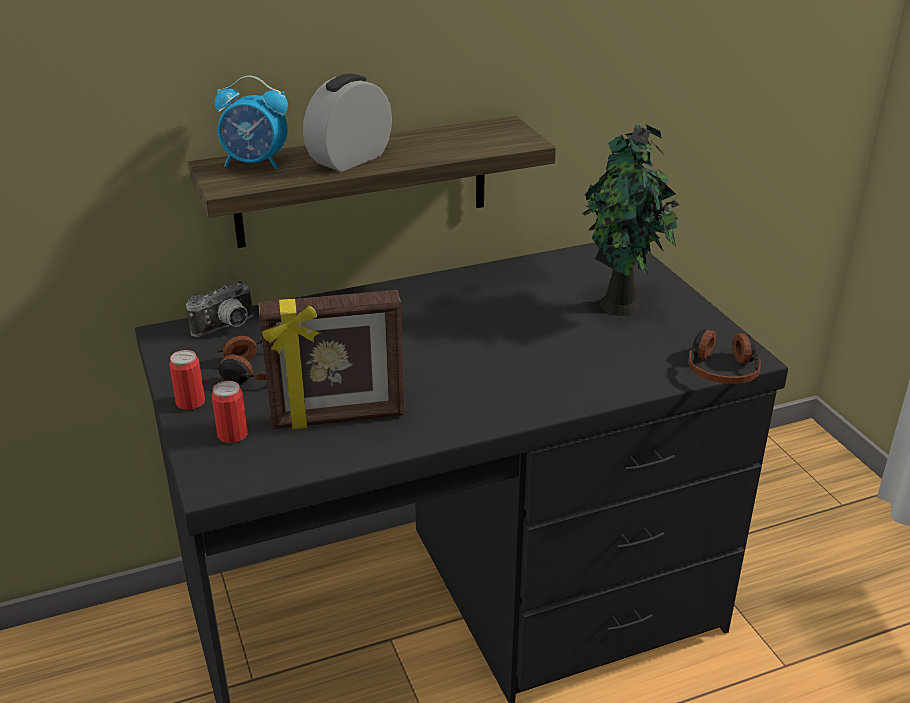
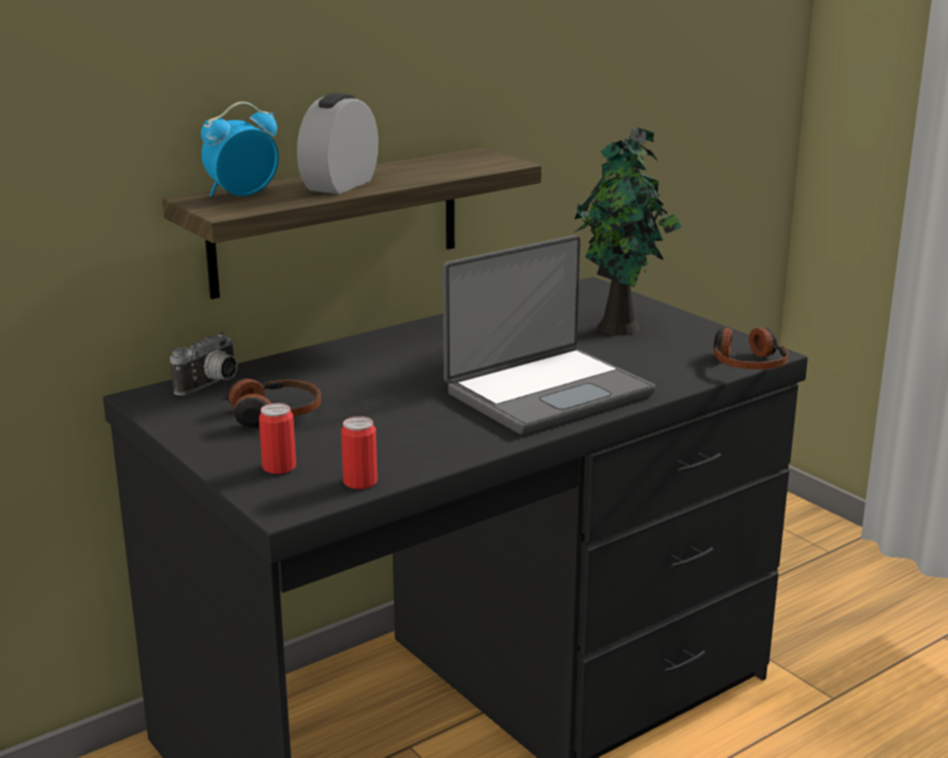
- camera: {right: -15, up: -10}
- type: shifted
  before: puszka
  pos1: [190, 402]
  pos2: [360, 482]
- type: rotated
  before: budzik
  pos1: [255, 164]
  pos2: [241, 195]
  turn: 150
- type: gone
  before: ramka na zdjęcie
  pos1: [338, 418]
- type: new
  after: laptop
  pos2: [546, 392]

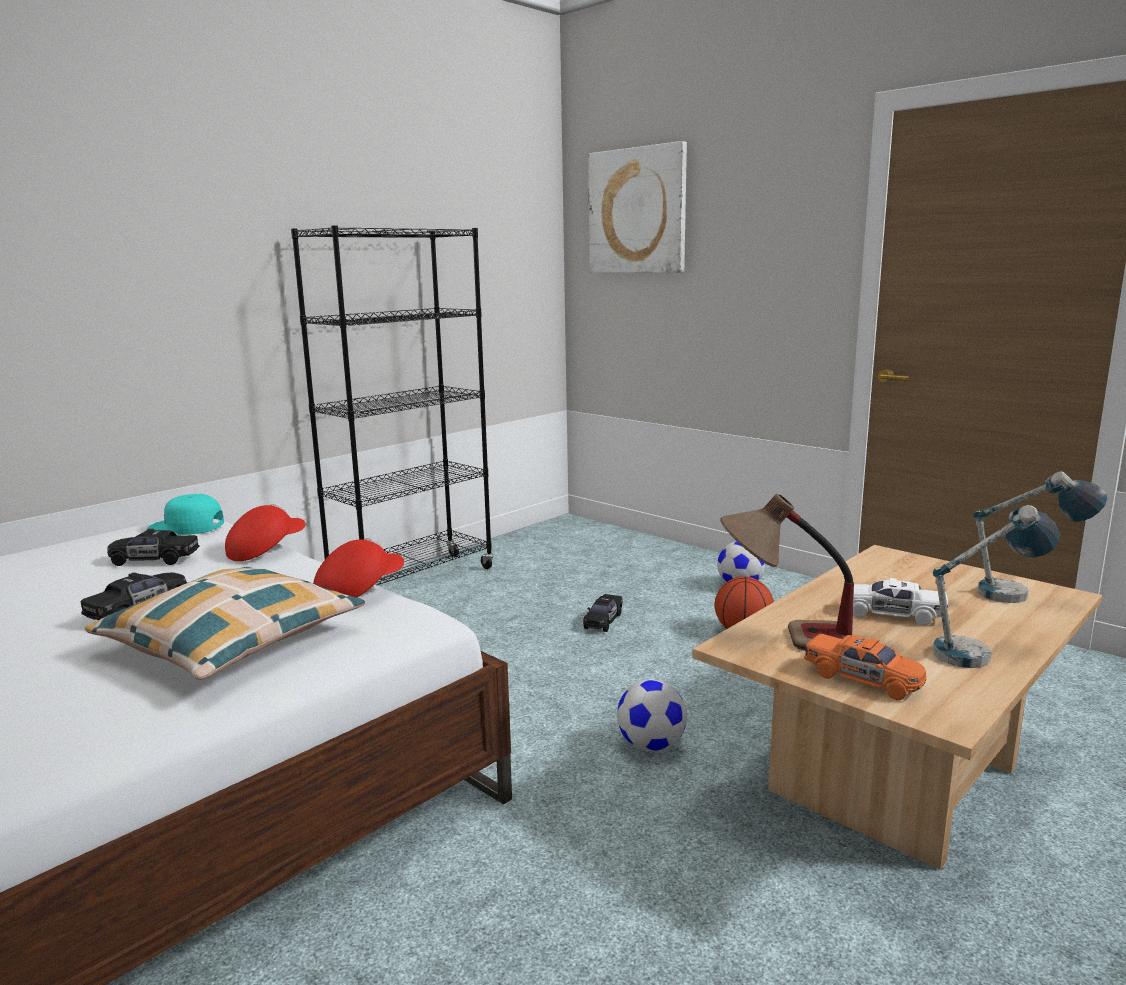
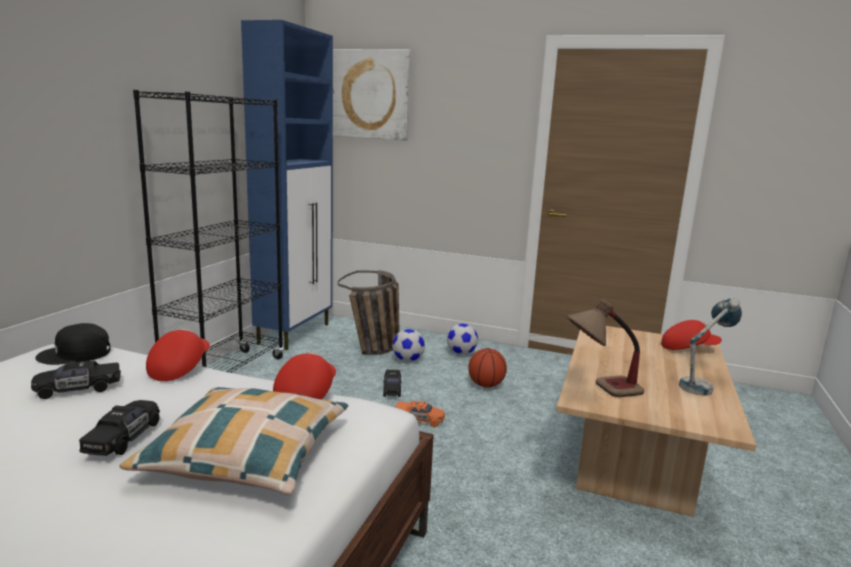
- camera: {right: -25, up: 0}
- type: repainted
  before: czapka z daszkiem/turkusowy
  after: czapka z daszkiem/czarny
  pos1: [186, 527]
  pos2: [75, 354]
- type: shifted
  before: piłka futbolowa
  pos1: [651, 745]
  pos2: [408, 360]
- type: shifted
  before: samochodzik/pomarańczowy
  pos1: [863, 679]
  pos2: [419, 420]
- type: gone
  before: samochodzik/biały
  pos1: [893, 614]
- type: swapped
  before: lampa stołowa
  after: czapka z daszkiem/czerwony
  pos1: [1024, 598]
  pos2: [688, 348]
- type: new
  after: szafka/niebieski
  pos2: [295, 333]
- type: new
  after: koszyk
  pos2: [375, 350]

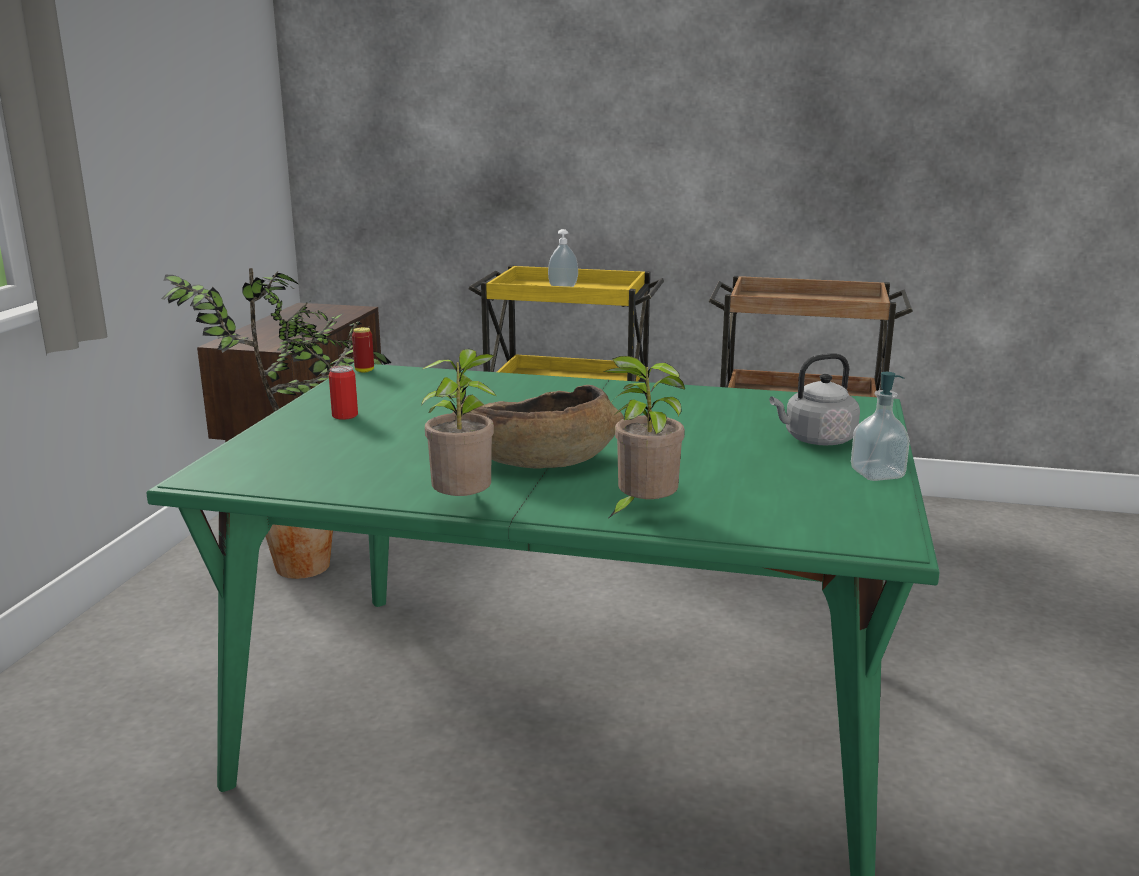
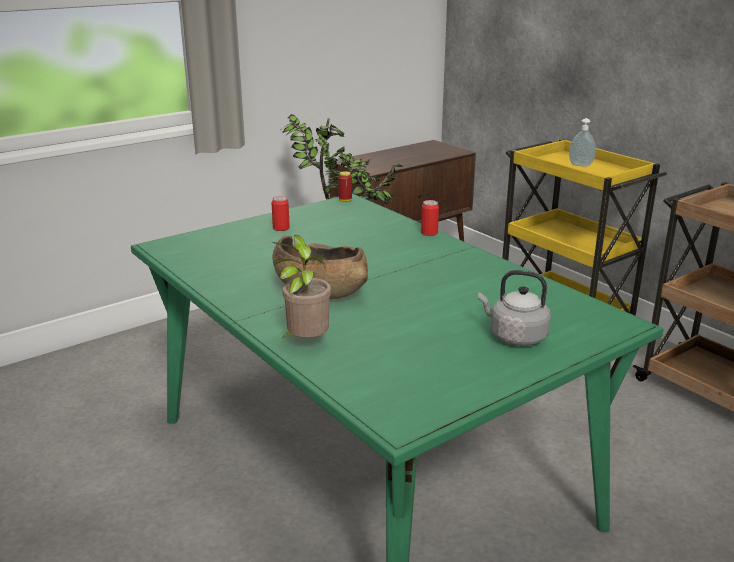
- camera: {right: 40, up: 5}
- type: gone
  before: roślina doniczkowa
  pos1: [464, 506]
- type: gone
  before: dozownik mydła
  pos1: [877, 474]
- type: new
  after: puszka
  pos2: [429, 233]

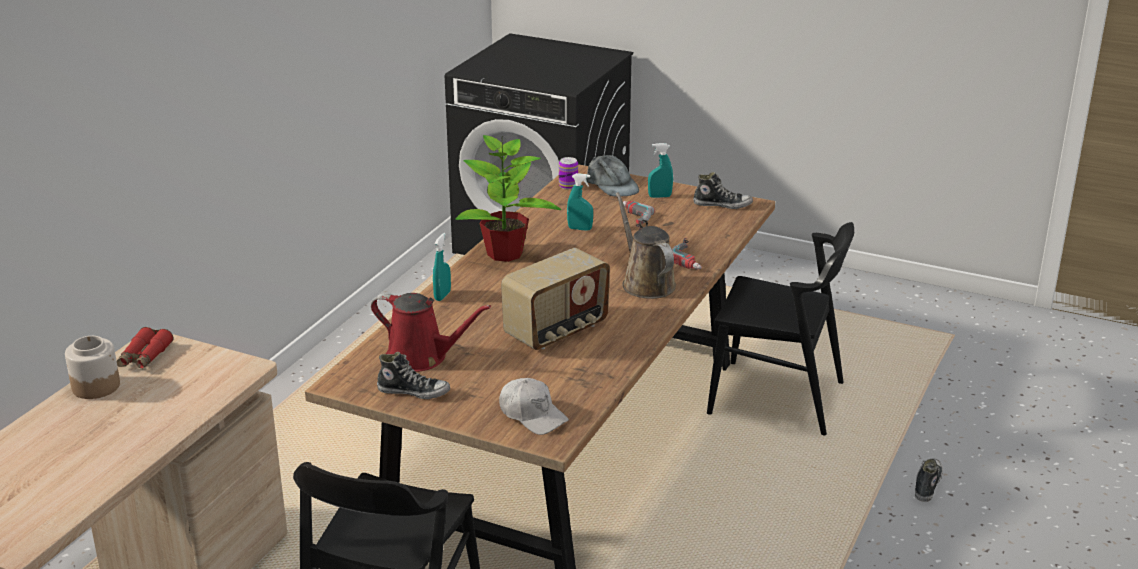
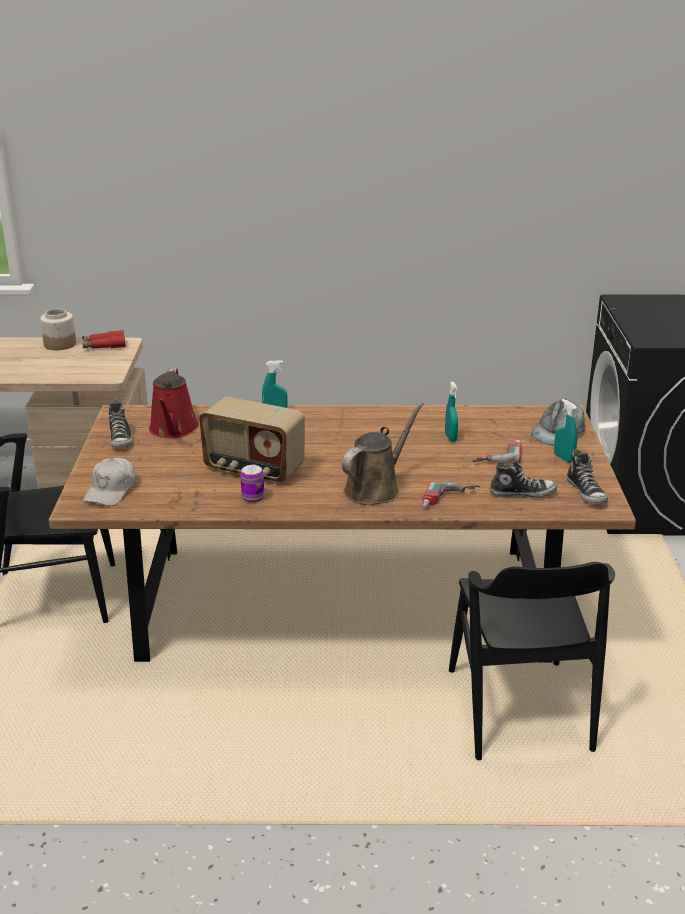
- camera: {right: 65, up: 0}
- type: gone
  before: roślina doniczkowa
  pos1: [505, 254]
- type: shifted
  before: puszka
  pos1: [568, 185]
  pos2: [253, 498]
- type: shifted
  before: but
  pos1: [927, 484]
  pos2: [522, 493]

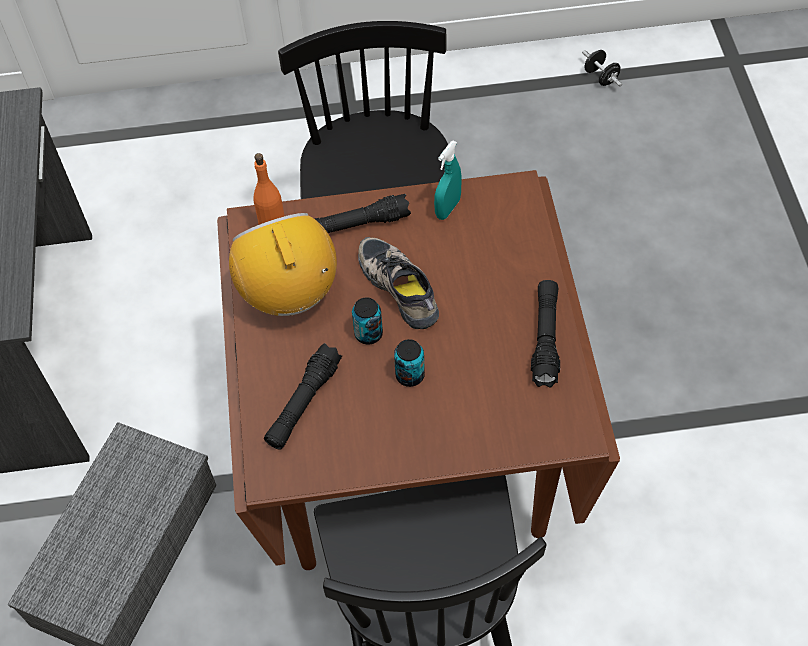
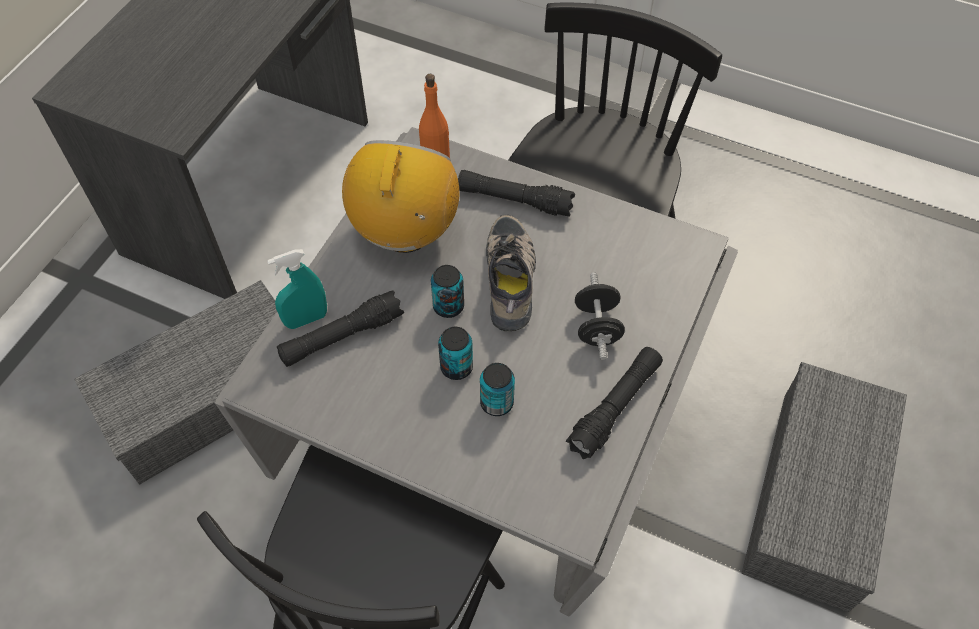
- camera: {right: 30, up: 0}
- type: repainted
  before: stół jadalny/brązowy
  after: stół jadalny/szary
  pos1: [412, 468]
  pos2: [488, 465]
- type: shifted
  before: spryskiwacz/turkusowy
  pos1: [447, 208]
  pos2: [306, 319]
- type: shifted
  before: hantel/czarny
  pos1: [601, 77]
  pos2: [597, 327]
- type: new
  after: puszka
  pos2: [496, 402]
- type: new
  after: pojemnik do przechowywania/szary
  pos2: [816, 500]

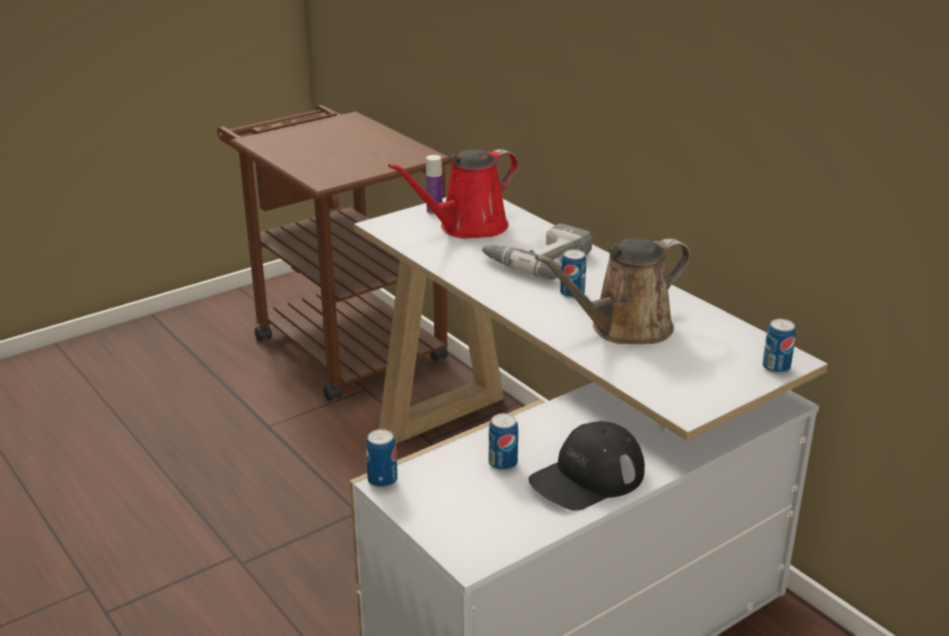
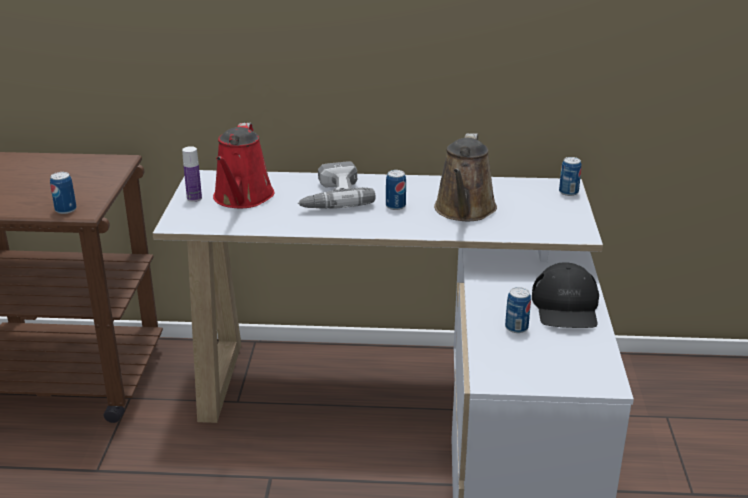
- camera: {right: -50, up: 0}
- type: shifted
  before: puszka
  pos1: [382, 480]
  pos2: [66, 210]

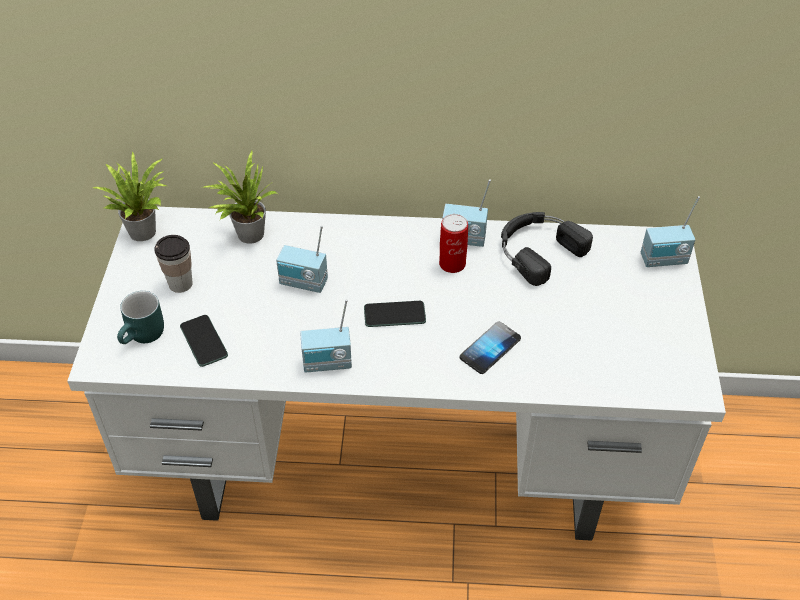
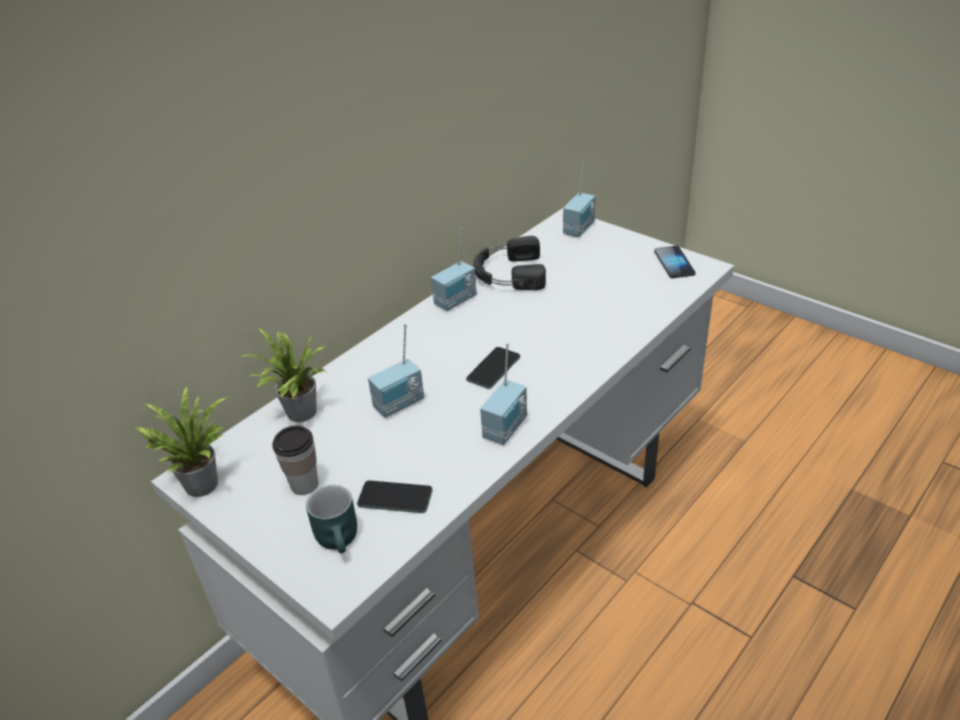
- camera: {right: -50, up: -10}
- type: gone
  before: puszka
  pos1: [452, 264]
- type: shifted
  before: telefon
  pos1: [490, 349]
  pos2: [674, 263]

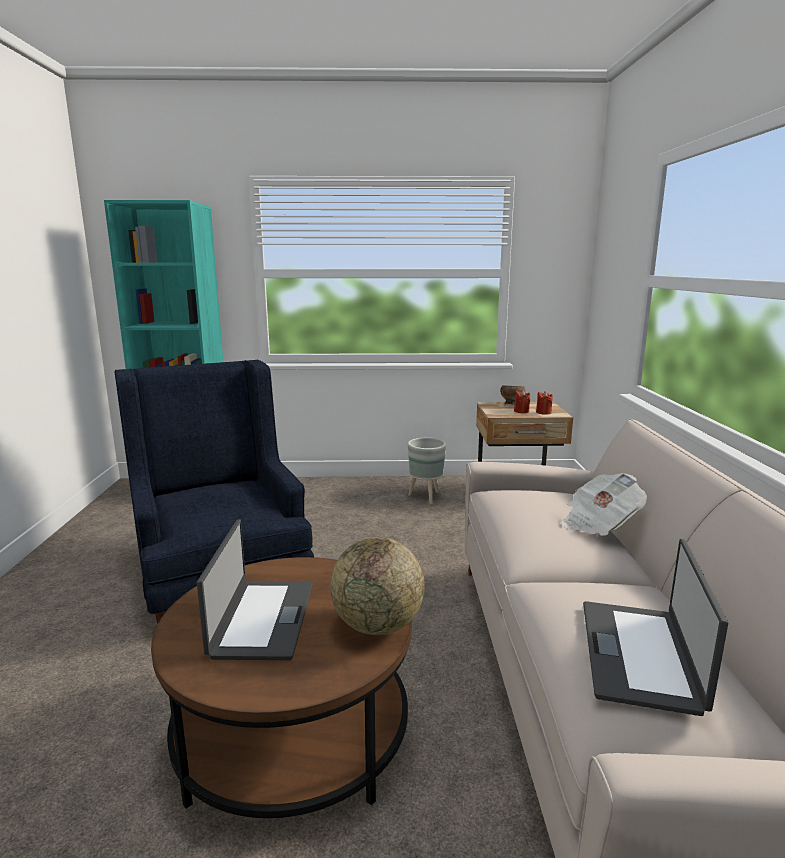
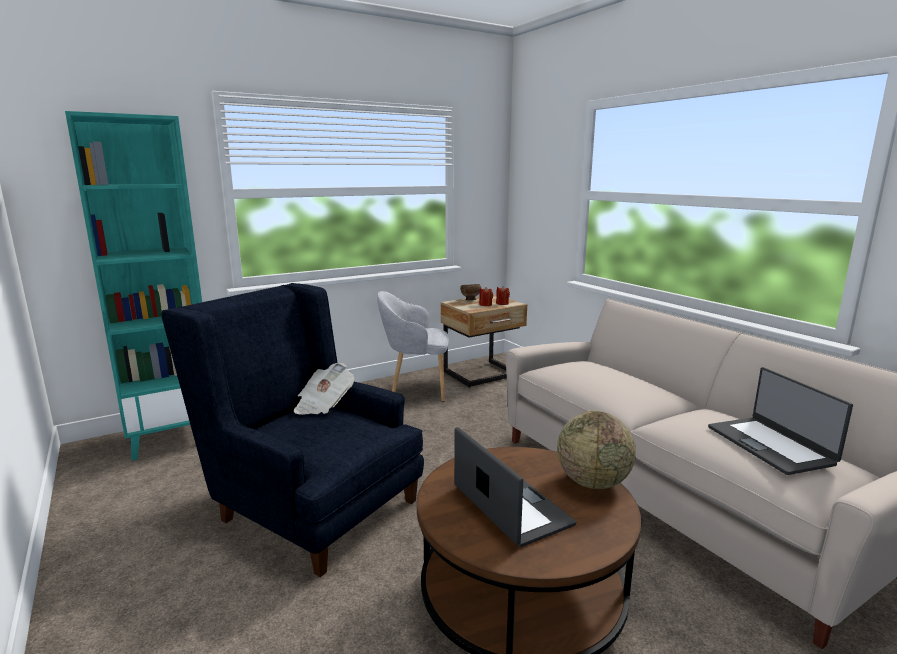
- camera: {right: -30, up: 0}
- type: swapped
  before: donica/szary
  after: fotel/szary
  pos1: [425, 496]
  pos2: [415, 392]
- type: shifted
  before: gazeta
  pos1: [599, 523]
  pos2: [323, 404]

